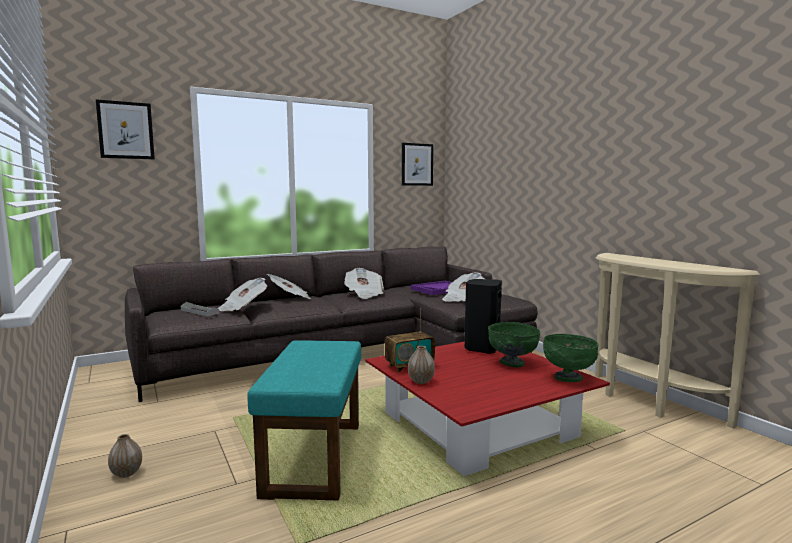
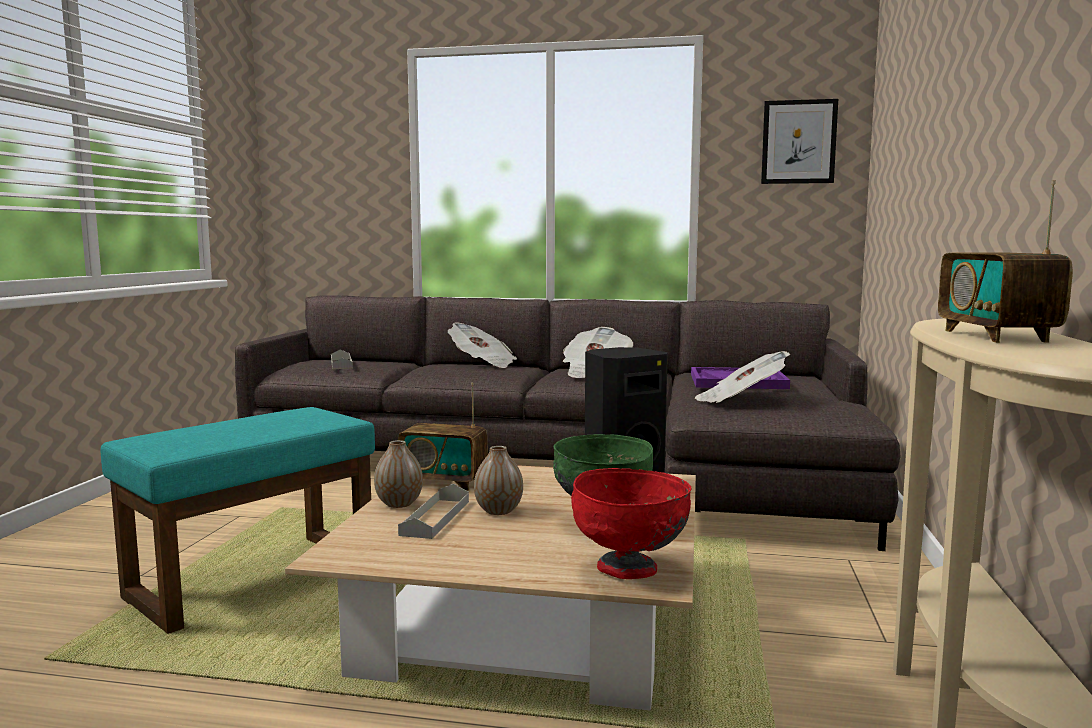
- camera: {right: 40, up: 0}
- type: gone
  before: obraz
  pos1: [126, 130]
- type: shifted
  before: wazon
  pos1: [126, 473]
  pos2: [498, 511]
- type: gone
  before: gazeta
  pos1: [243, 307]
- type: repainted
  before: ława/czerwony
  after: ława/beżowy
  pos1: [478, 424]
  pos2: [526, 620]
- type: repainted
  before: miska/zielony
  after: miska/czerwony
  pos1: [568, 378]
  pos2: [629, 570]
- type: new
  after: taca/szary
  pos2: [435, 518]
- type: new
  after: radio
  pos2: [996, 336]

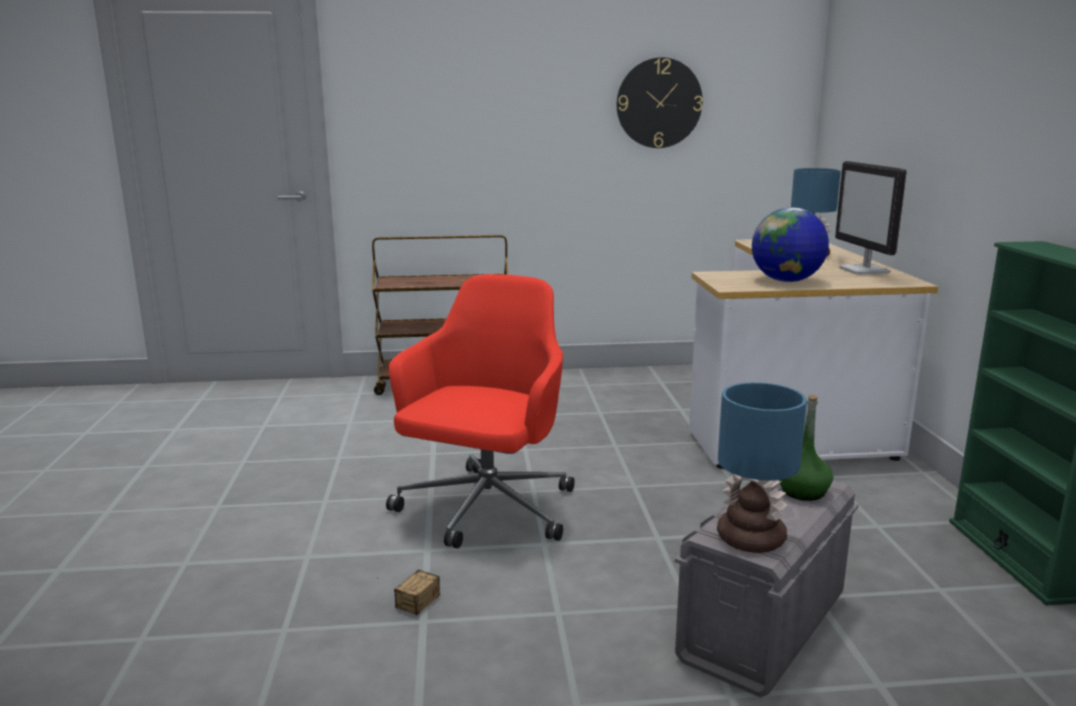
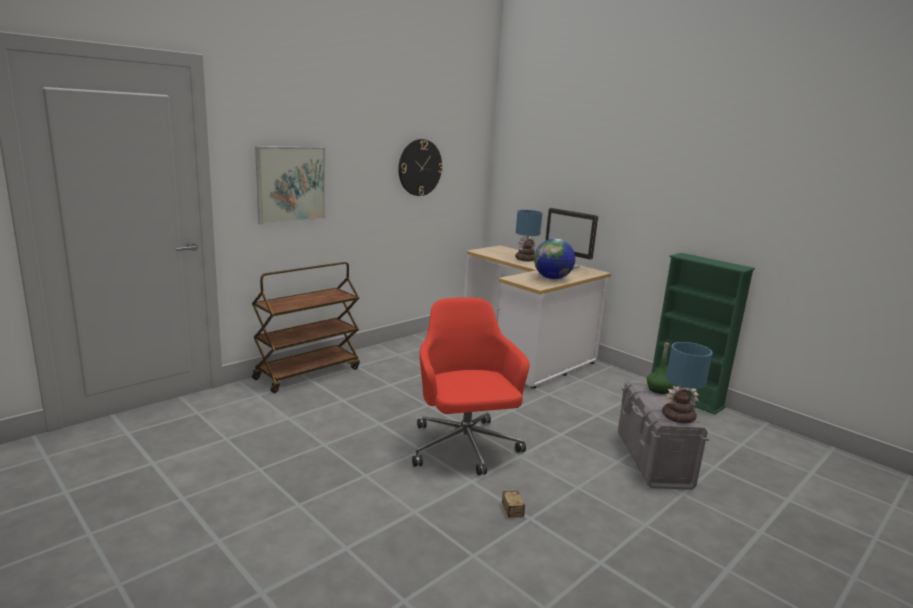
- camera: {right: -40, up: 0}
- type: new
  after: obraz
  pos2: [291, 184]

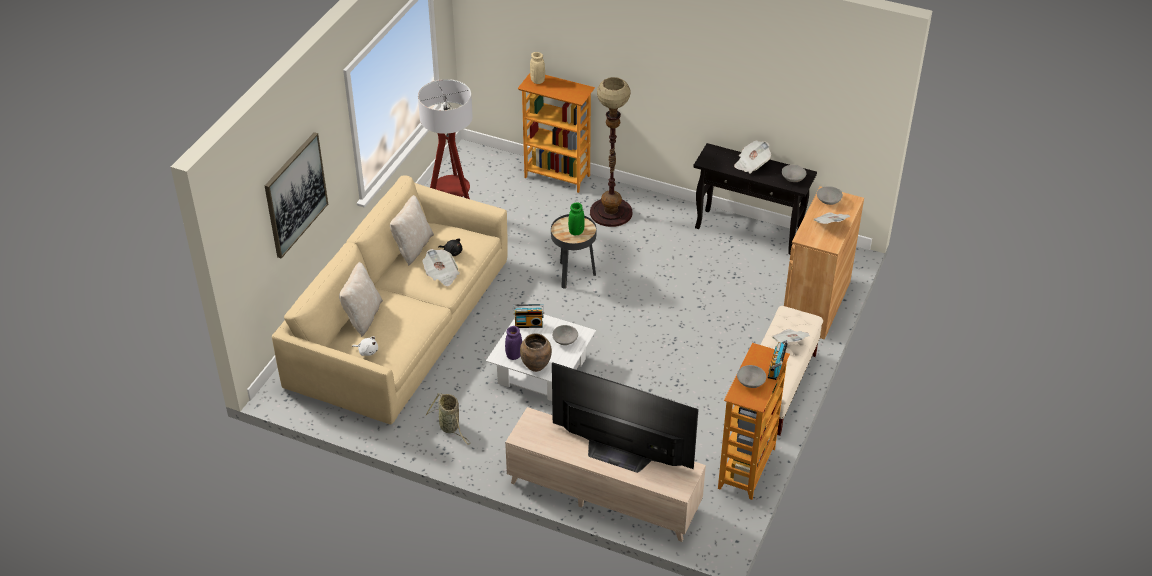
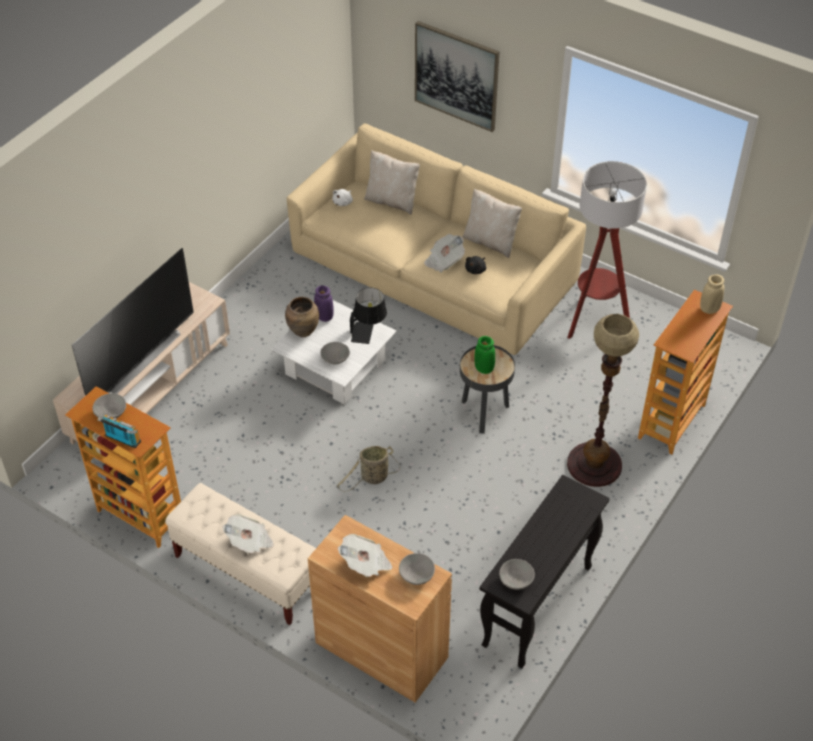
- camera: {right: 100, up: 5}
- type: shifted
  before: koszyk
  pos1: [450, 427]
  pos2: [372, 478]
- type: swapped
  before: radio
  after: lampa stołowa/czarny
  pos1: [528, 324]
  pos2: [368, 333]
- type: gone
  before: gazeta
  pos1: [751, 164]

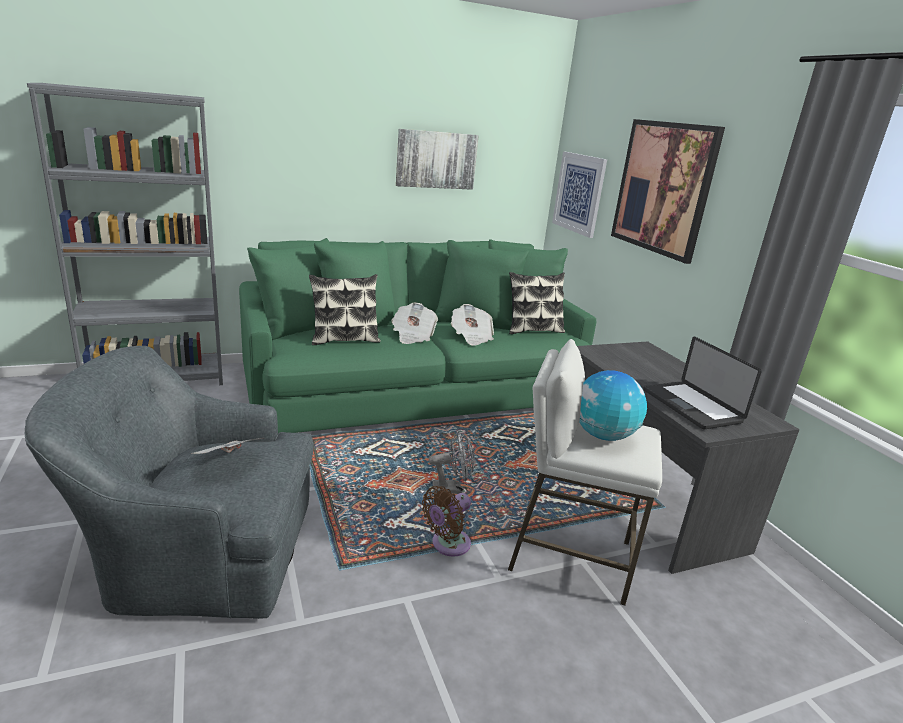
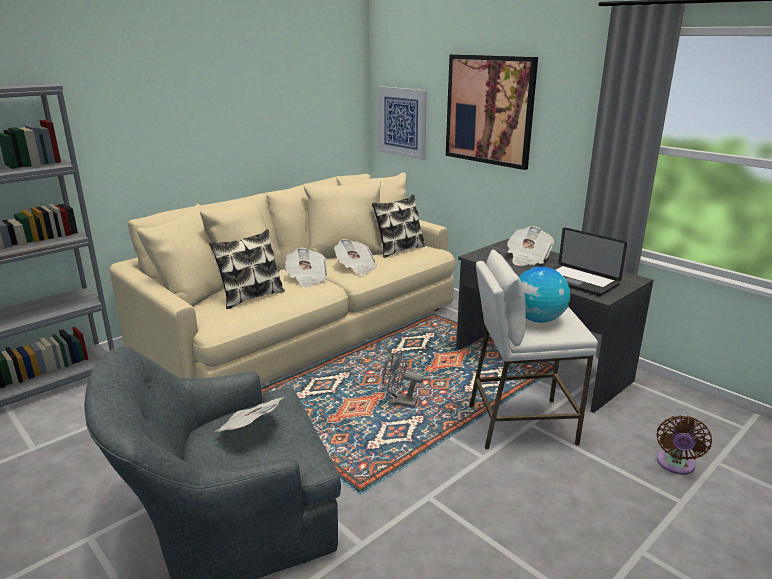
- camera: {right: -20, up: 0}
- type: repainted
  before: kanapa/zielony
  after: kanapa/beżowy
  pos1: [415, 386]
  pos2: [303, 325]
- type: gone
  before: obraz
  pos1: [436, 160]
- type: shifted
  before: wentylator/brązowy
  pos1: [447, 545]
  pos2: [675, 465]
- type: rotated
  before: wentylator/szary
  pos1: [452, 489]
  pos2: [399, 402]
  turn: -135
- type: new
  after: gazeta
  pos2: [527, 258]

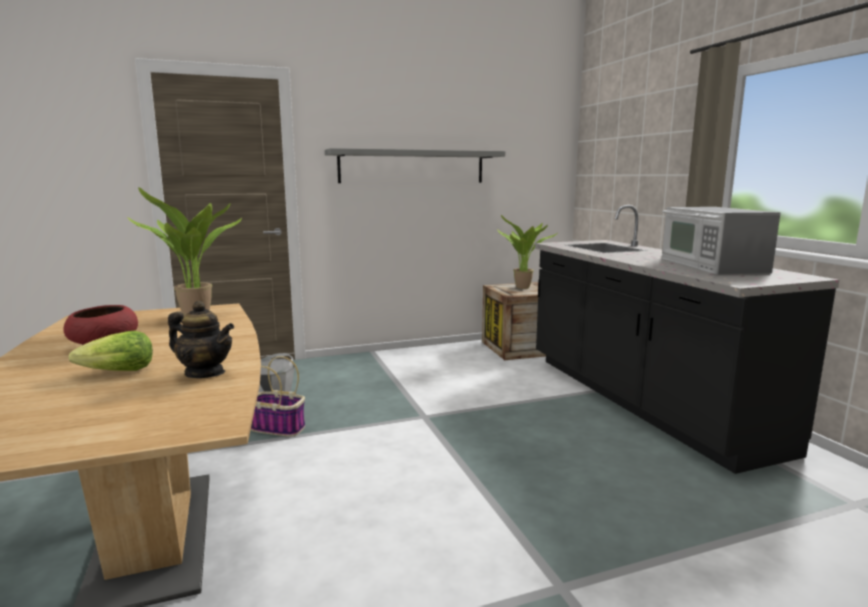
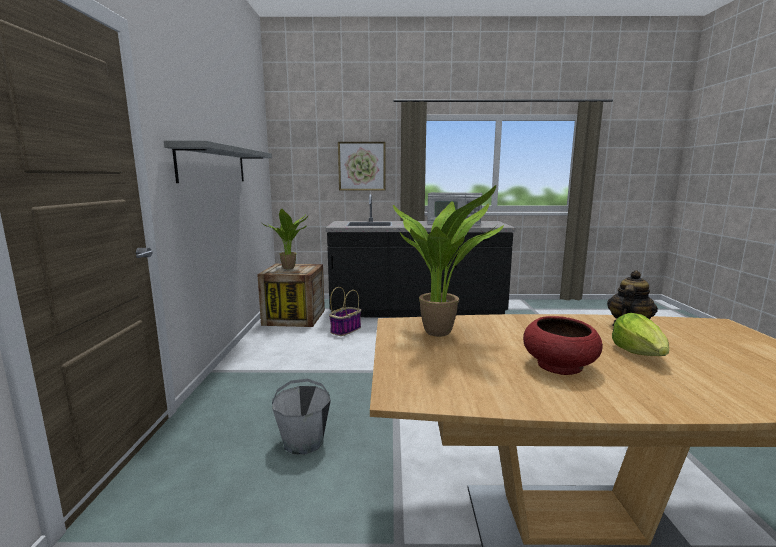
- camera: {right: -70, up: 0}
- type: shifted
  before: koszyk
  pos1: [279, 428]
  pos2: [346, 330]
- type: new
  after: obraz
  pos2: [362, 166]

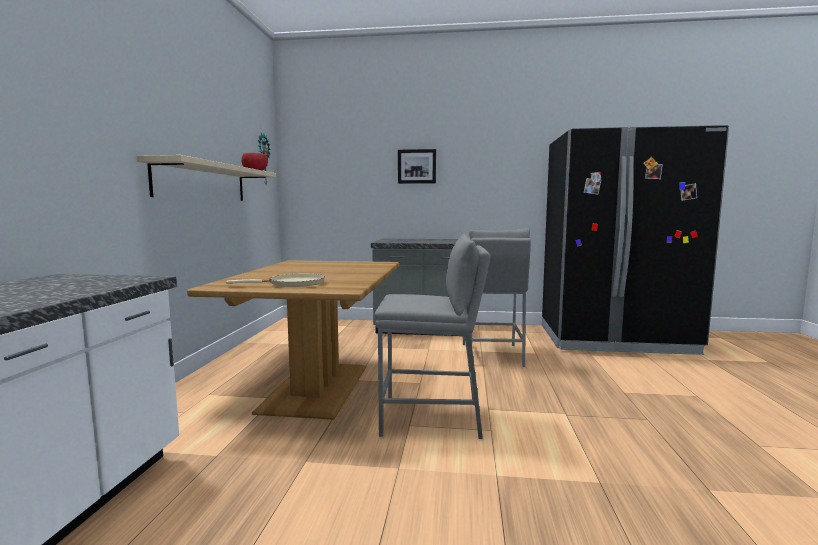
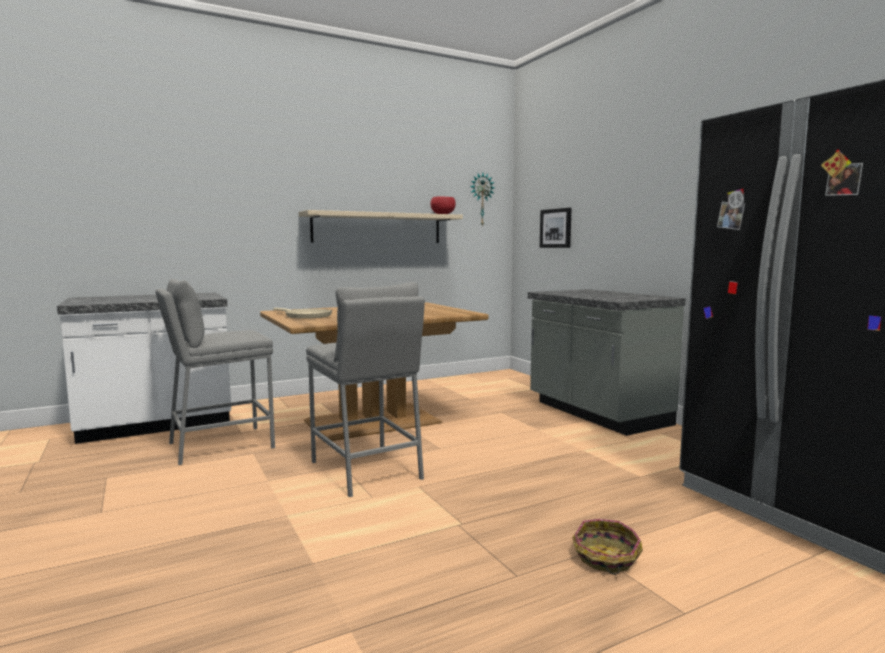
- camera: {right: 55, up: 0}
- type: shifted
  before: obraz
  pos1: [417, 166]
  pos2: [556, 228]
- type: shifted
  before: stołek/szary
  pos1: [491, 355]
  pos2: [220, 445]
- type: new
  after: koszyk
  pos2: [605, 558]

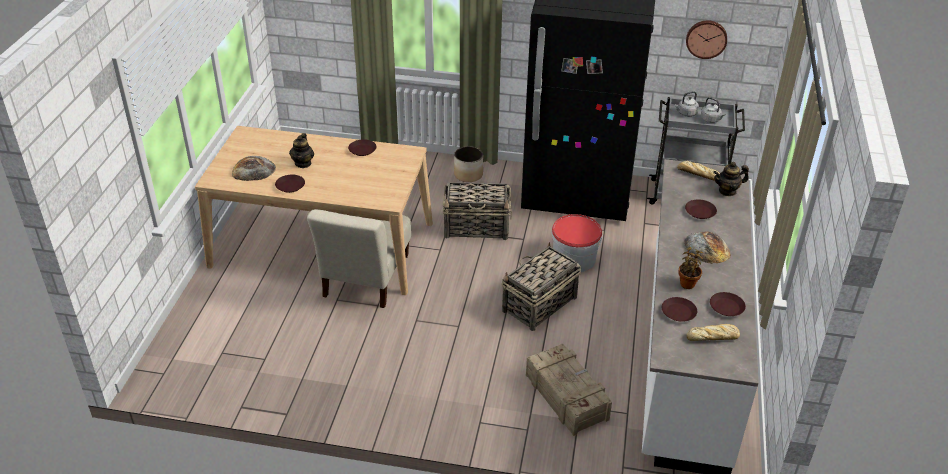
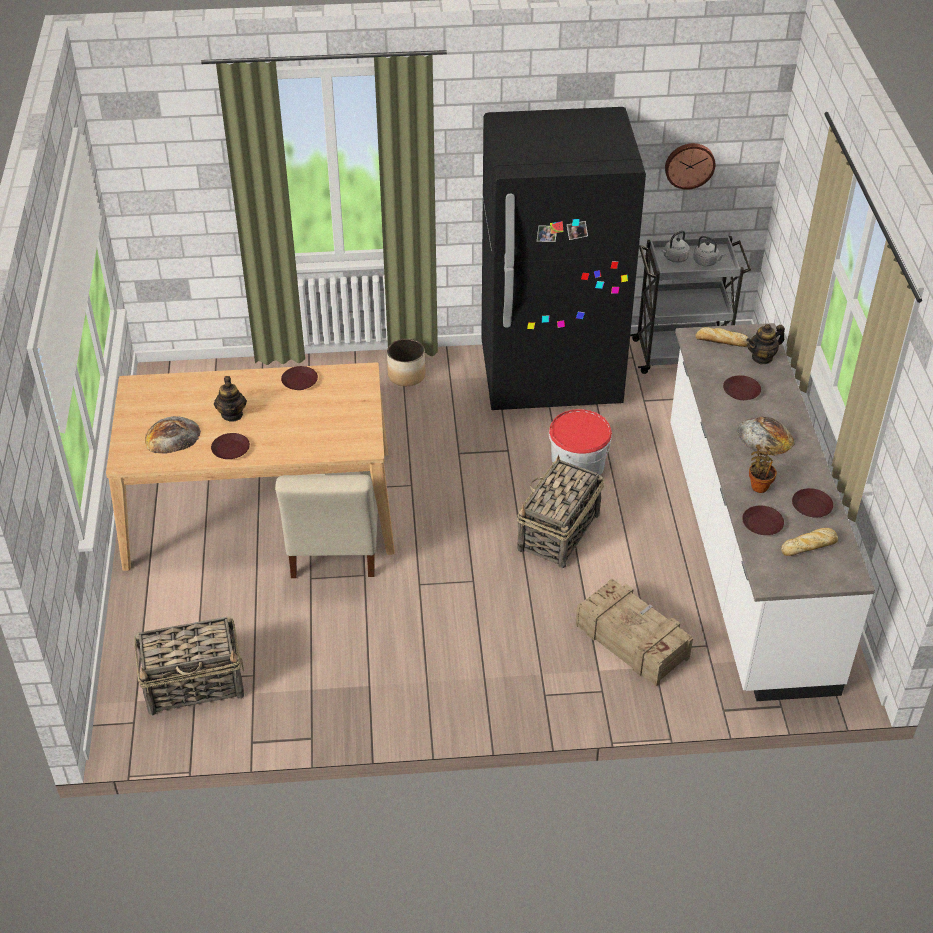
- camera: {right: -15, up: 5}
- type: shifted
  before: koszyk
  pos1: [477, 227]
  pos2: [195, 684]

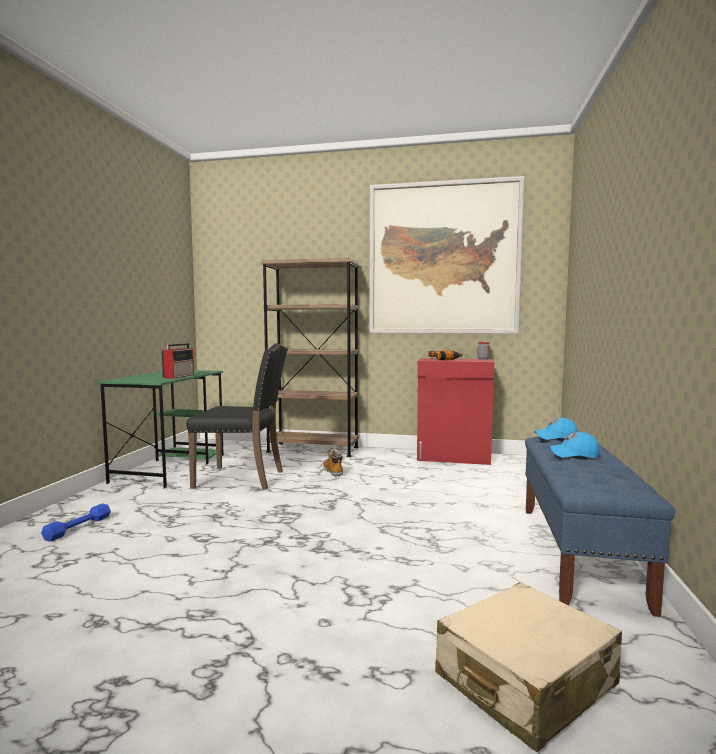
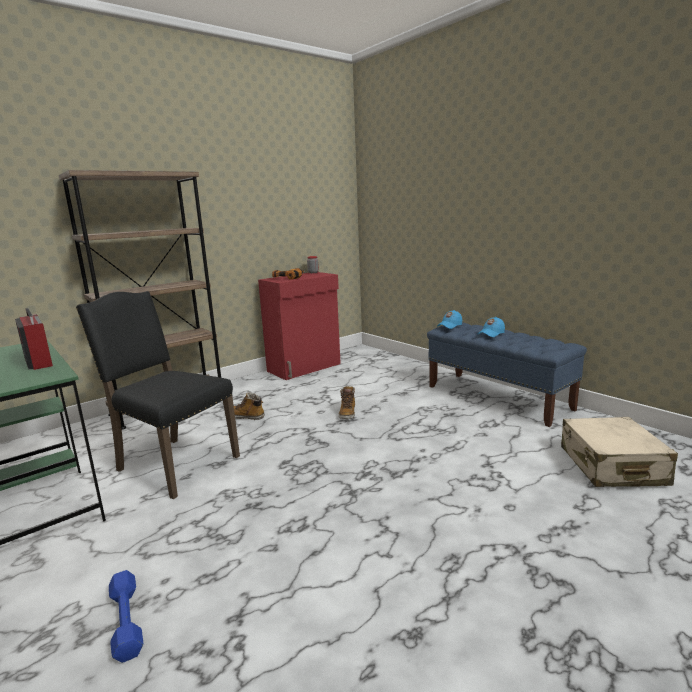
- camera: {right: -50, up: 10}
- type: rotated
  before: krzesło/czarny
  pos1: [242, 478]
  pos2: [174, 464]
  turn: -105
- type: gone
  before: obraz
  pos1: [443, 259]
- type: new
  after: but z cholewką
  pos2: [347, 413]

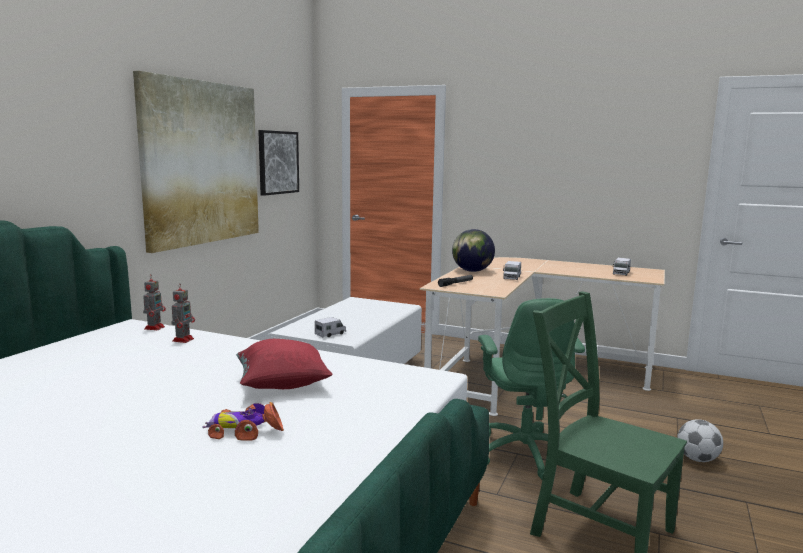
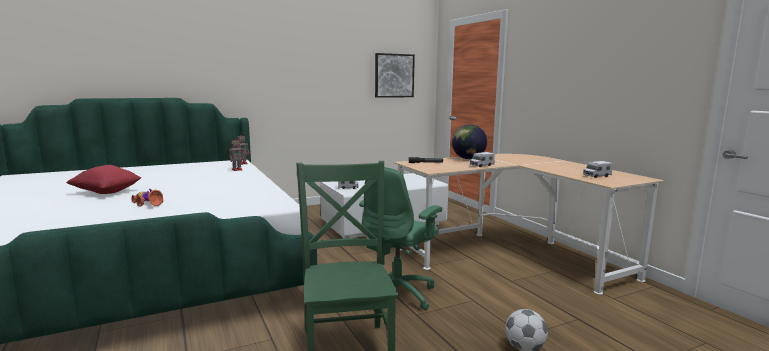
- camera: {right: 40, up: 0}
- type: gone
  before: obraz
  pos1: [201, 163]
- type: shifted
  before: poduszka/czerwony
  pos1: [282, 385]
  pos2: [106, 192]

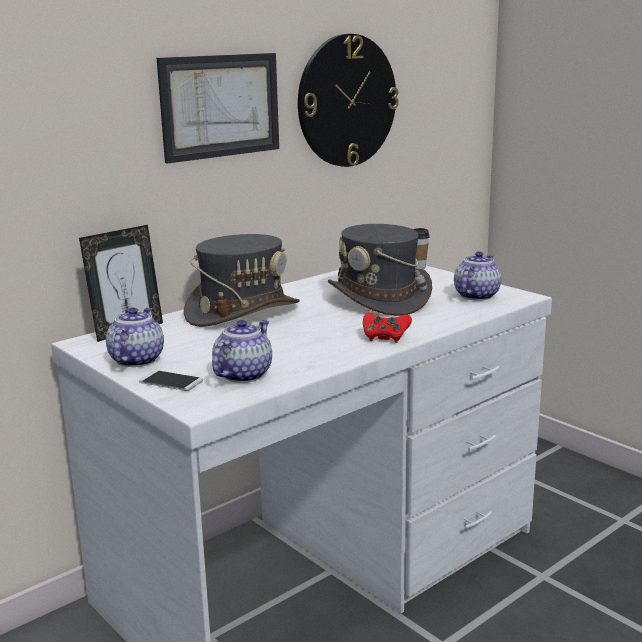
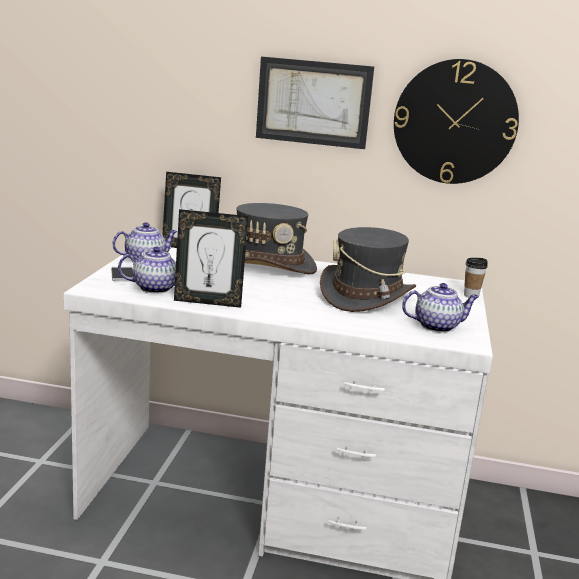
- camera: {right: 50, up: 0}
- type: gone
  before: pad do gier/czerwony
  pos1: [385, 338]
- type: new
  after: ramka na zdjęcie
  pos2: [208, 302]

